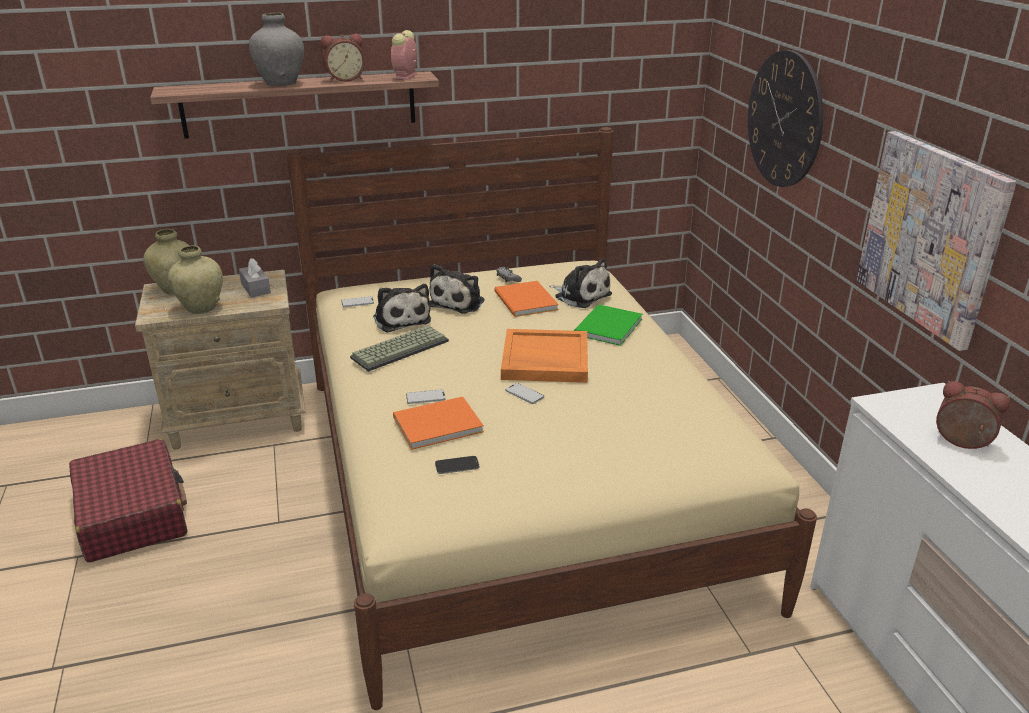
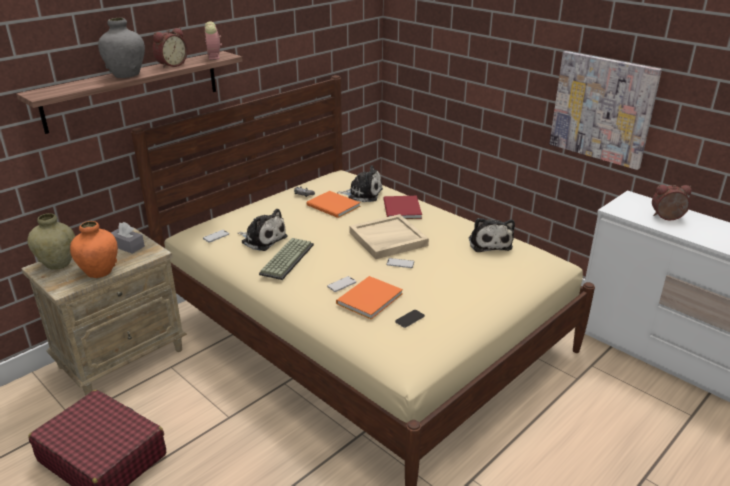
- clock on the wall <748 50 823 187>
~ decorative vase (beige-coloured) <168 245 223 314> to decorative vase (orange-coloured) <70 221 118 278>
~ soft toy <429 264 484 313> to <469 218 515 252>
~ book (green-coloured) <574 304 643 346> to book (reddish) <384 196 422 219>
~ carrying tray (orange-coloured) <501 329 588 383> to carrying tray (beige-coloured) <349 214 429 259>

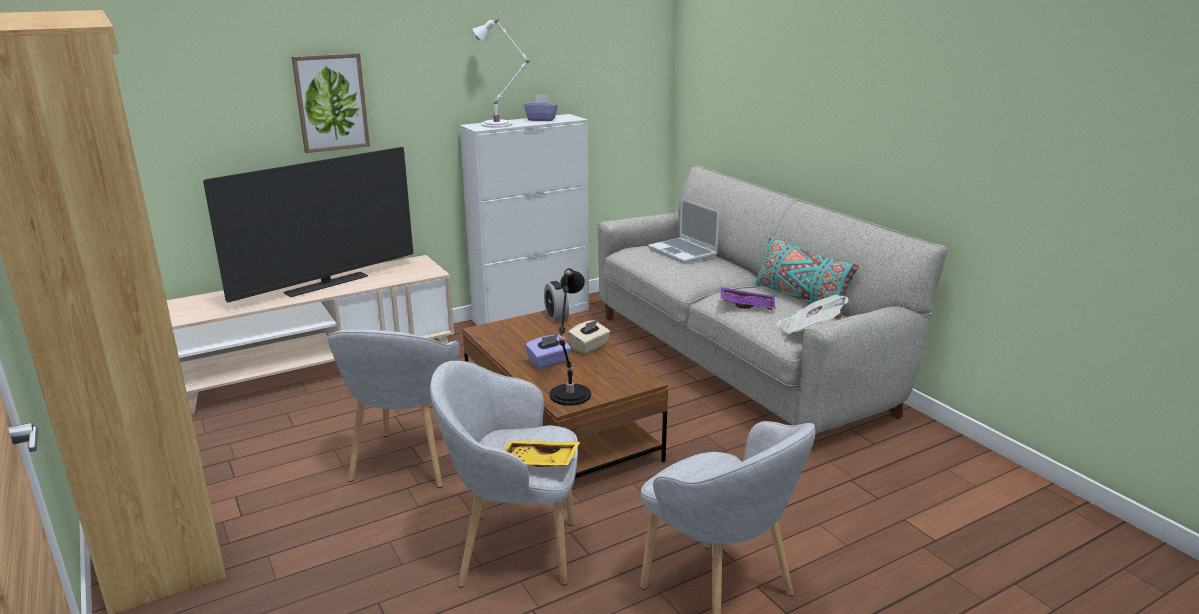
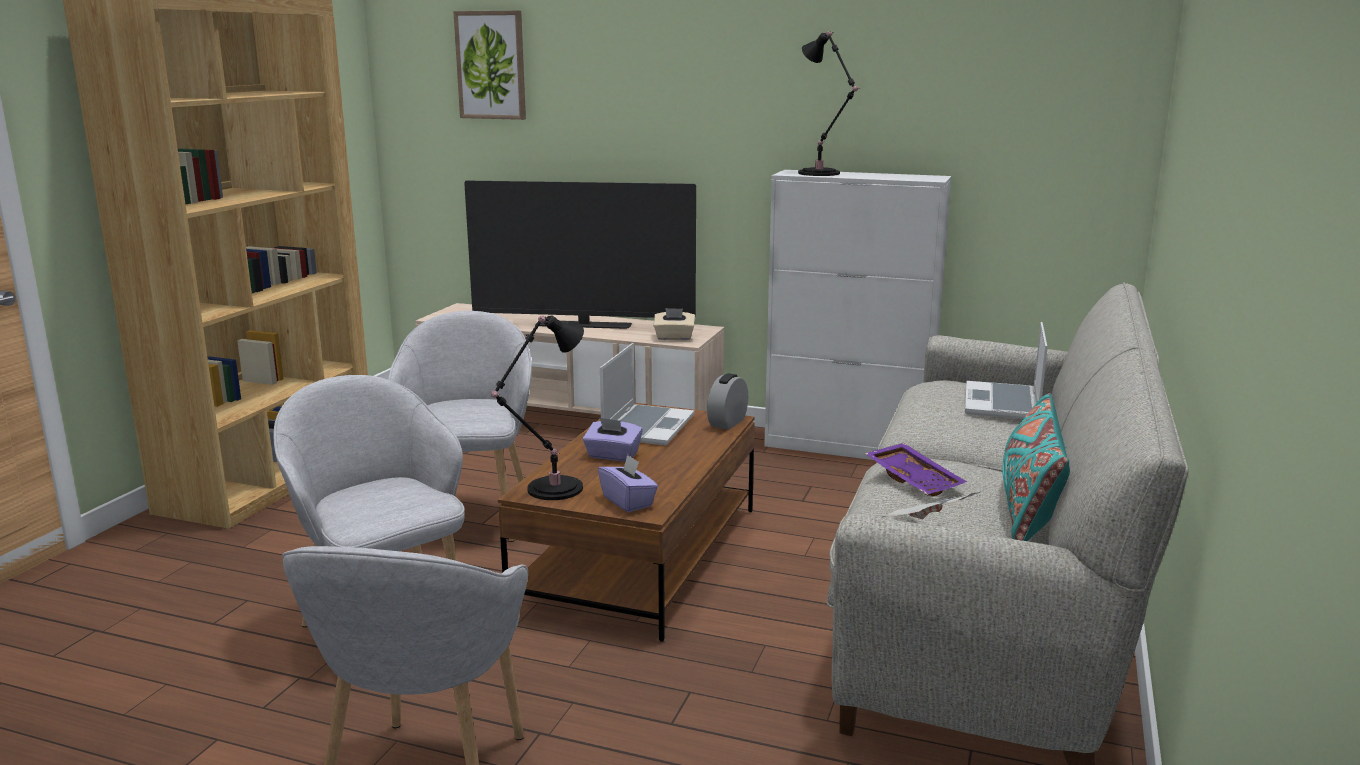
~ tabletop lamp (white-coloured) <473 19 529 128> to tabletop lamp (black-coloured) <798 31 860 176>
~ wall picture <292 53 370 153> to <453 10 526 120>
~ tissue box (purple-coloured) <524 94 558 121> to <598 454 658 512>
~ tissue box (beige-coloured) <568 319 610 354> to <654 308 695 340>
~ armchair (greyish) <328 330 460 488> = <388 311 532 542> 120 degrees clockwise
- carrying tray (yellow-coloured) <504 440 580 467>
+ portable computer <600 343 695 446>

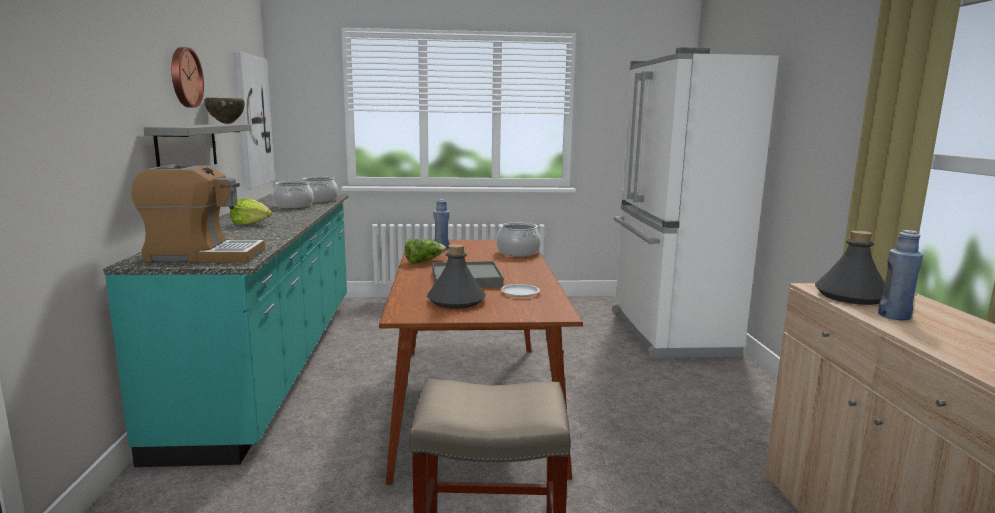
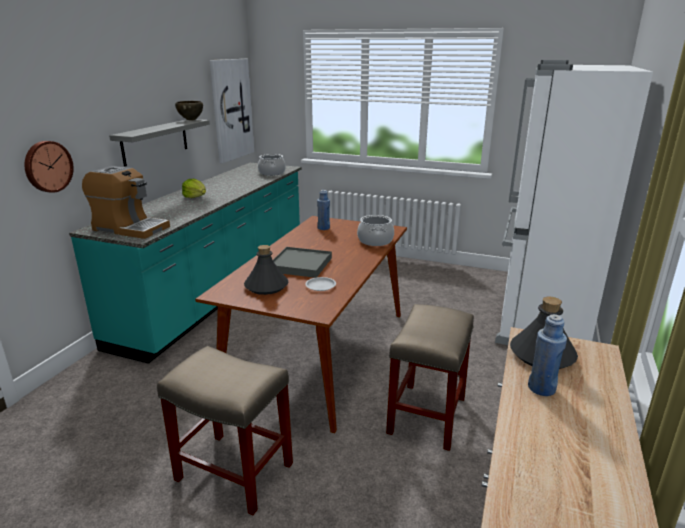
~ clock on the wall <171 47 204 108> to <25 141 74 193>
- stockpot <272 181 313 209>
- lettuce <405 239 446 264>
+ stool (beige-coloured) <386 304 474 451>

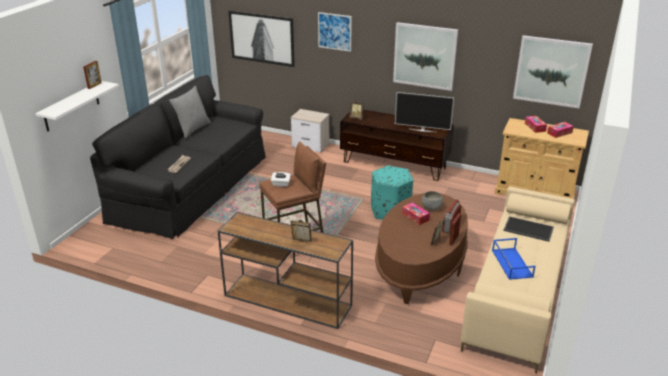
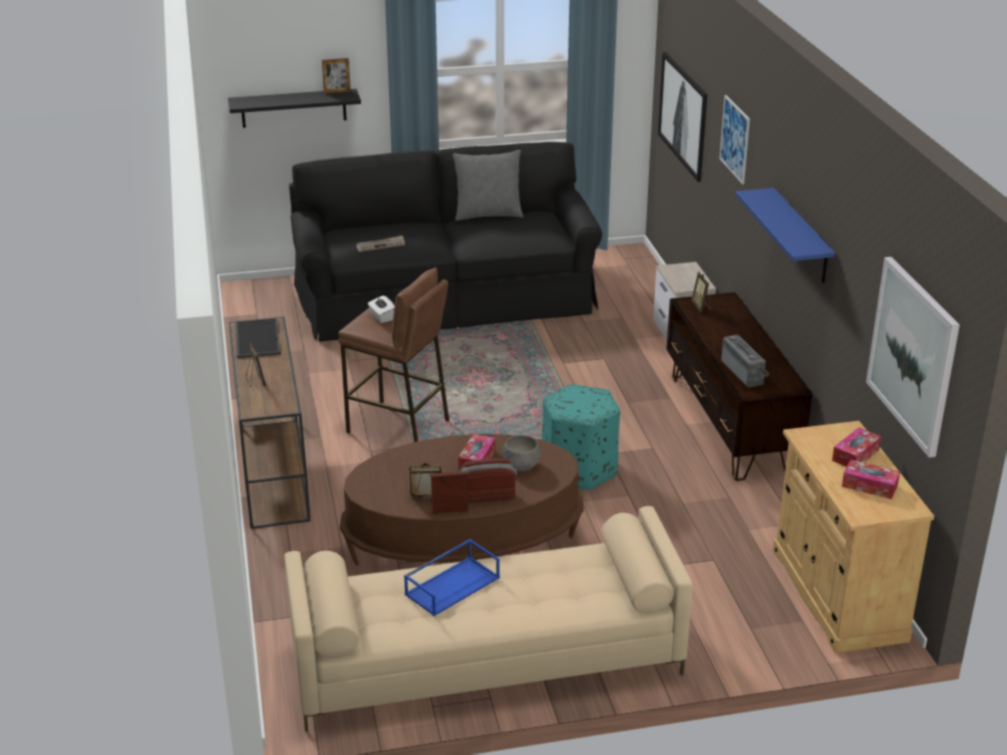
~ wall picture <393 22 458 91> to bracket shelf (blue-coloured) <736 188 835 283>
~ bracket shelf (white-coloured) <35 81 119 132> to bracket shelf (black-coloured) <228 89 361 128>
~ TV set <395 92 454 132> to radio set <721 335 769 387>
~ carrying tray <503 216 554 242> to <235 318 280 358>

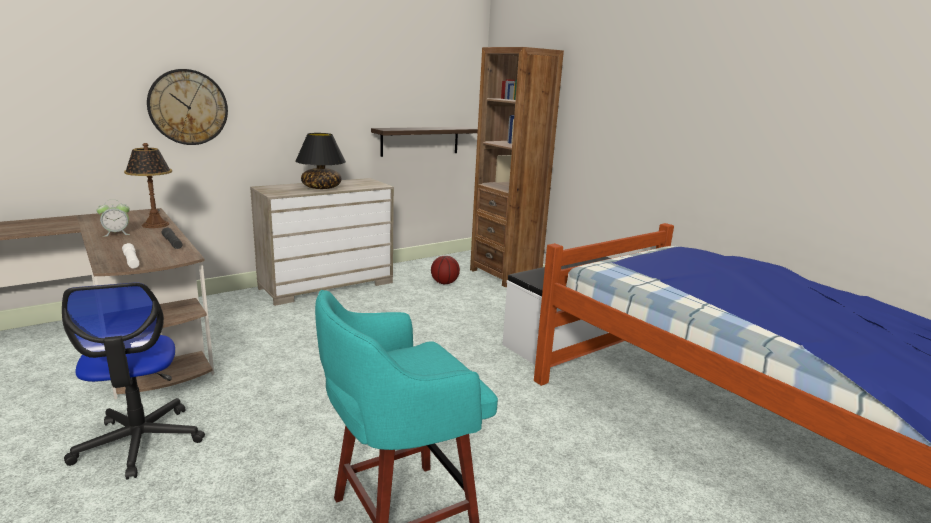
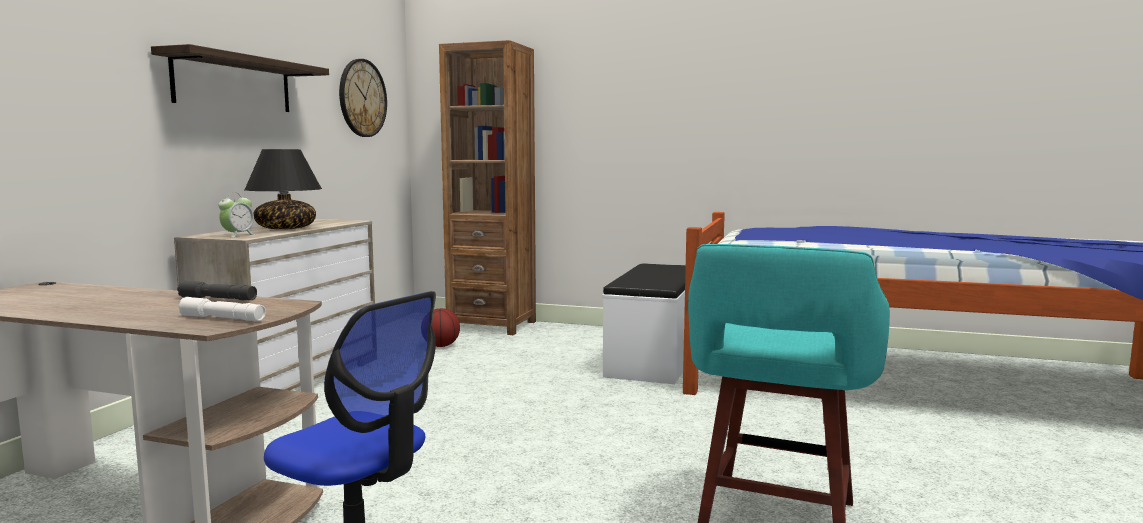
~ clock on the wall <147 69 228 145> to <339 59 387 137>
~ bracket shelf <371 127 478 157> to <151 44 329 112>
- tabletop lamp <124 143 172 228>
~ bedside clock <97 201 130 237> to <218 193 256 237>

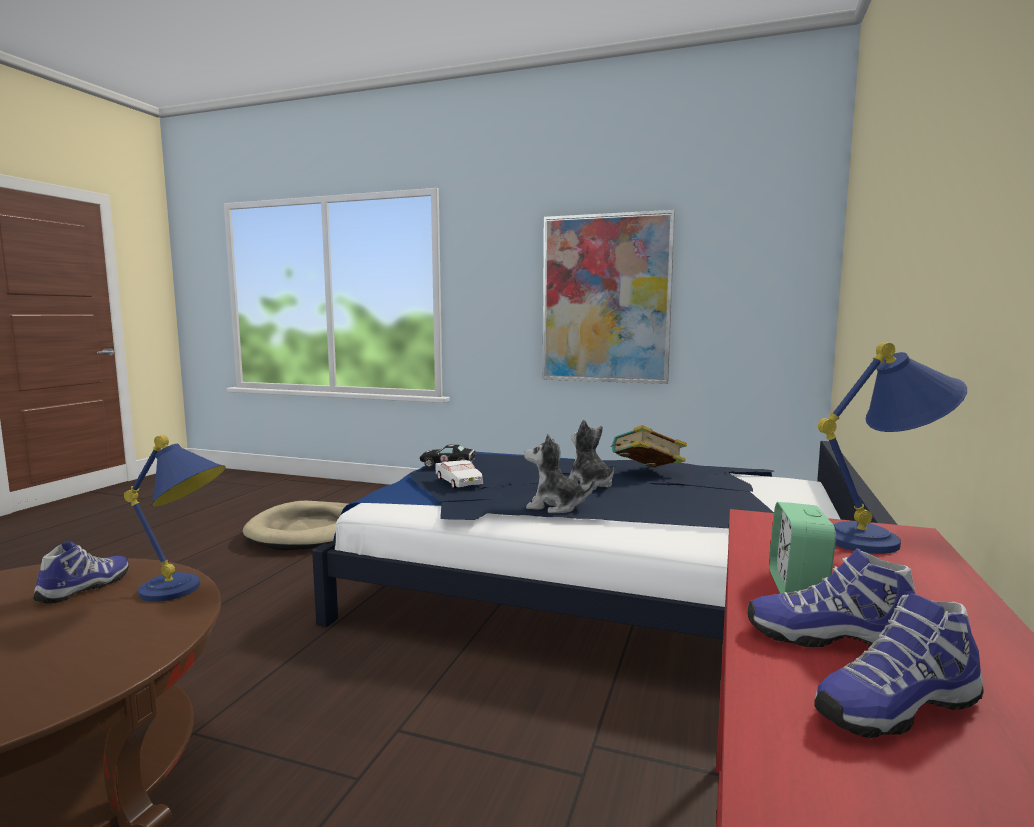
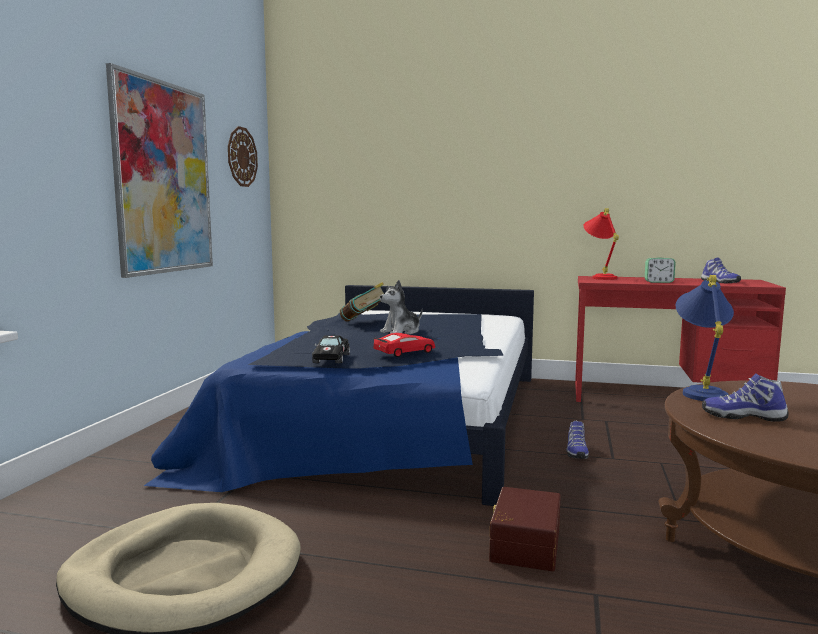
~ tabletop lamp (blue-coloured) <818 343 967 554> to tabletop lamp (reddish) <584 208 619 280>
- soft toy <524 434 595 513>
~ model car (white-coloured) <435 459 483 489> to model car (reddish) <373 333 435 357>
~ shoe <748 549 915 648> to <566 421 589 459>
+ clock on the wall <228 126 258 187>
+ storage bin (brownish) <489 487 561 571>

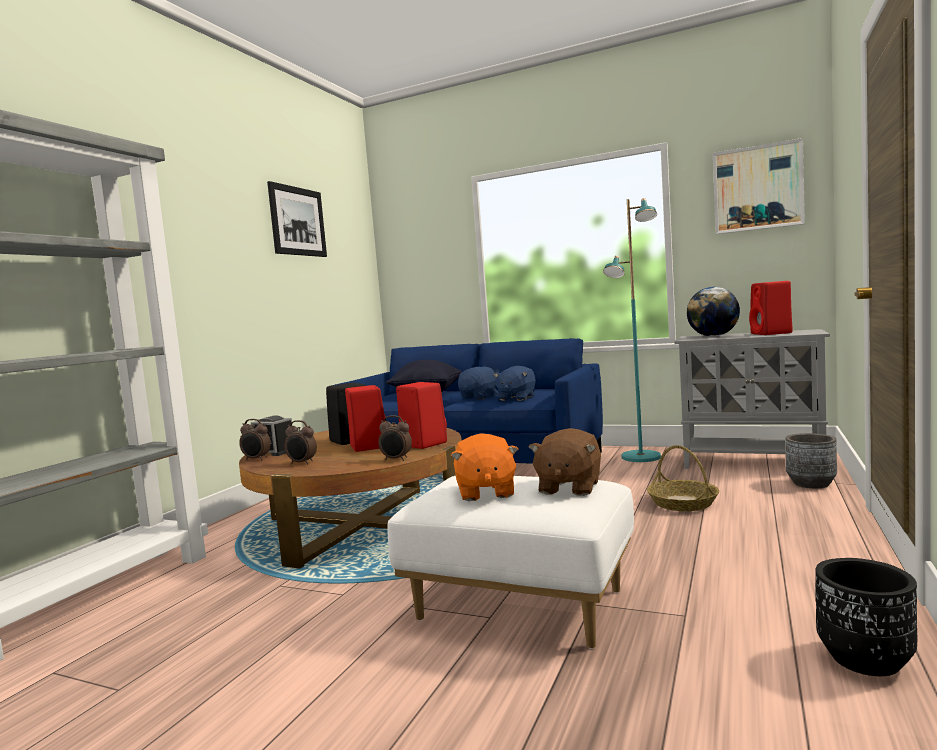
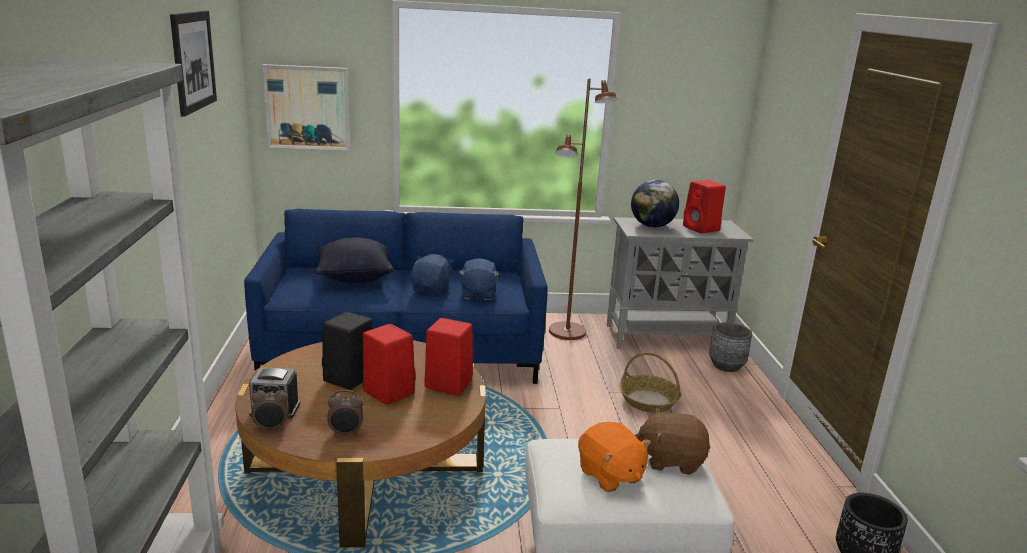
~ wall picture <713 138 805 234> to <262 64 350 150>
~ standing lamp (turquoise) <603 198 661 462> to standing lamp (brownish) <549 79 617 340>
- bedside clock <378 416 412 461>
~ soft toy (brownish) <529 428 601 496> = <635 408 710 475> 105 degrees clockwise

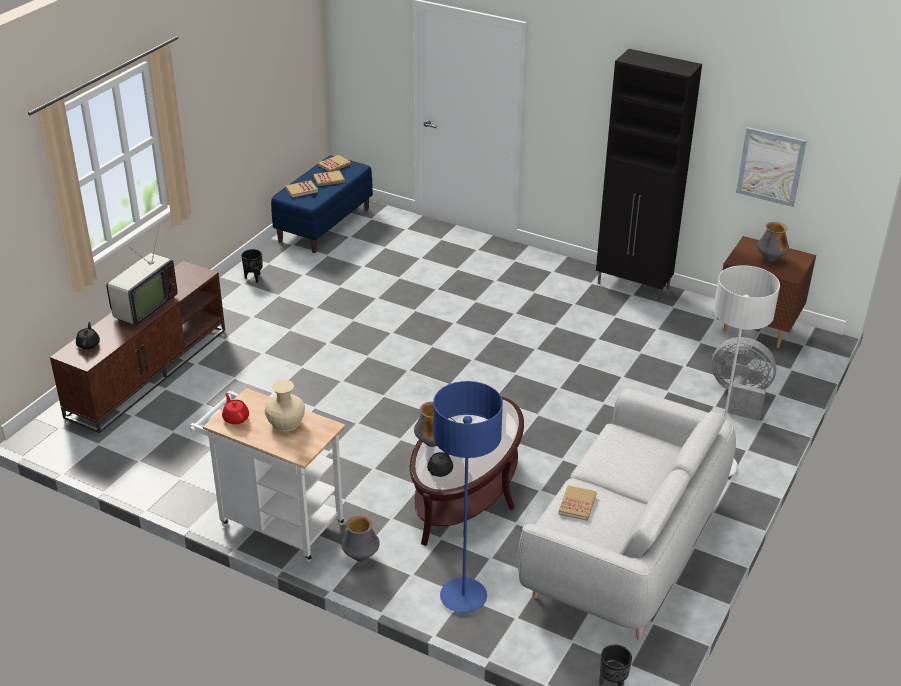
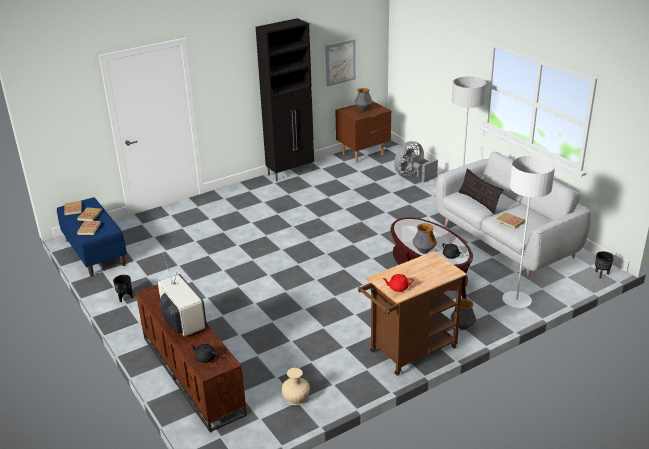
~ decorative vase (beige-coloured) <265 380 305 432> to <281 368 310 405>
~ standing lamp (blue-coloured) <433 381 503 613> to standing lamp (white-coloured) <502 156 555 308>
~ cart (white-coloured) <190 388 346 562> to cart (brownish) <358 251 467 376>
+ throw pillow <458 168 504 214>

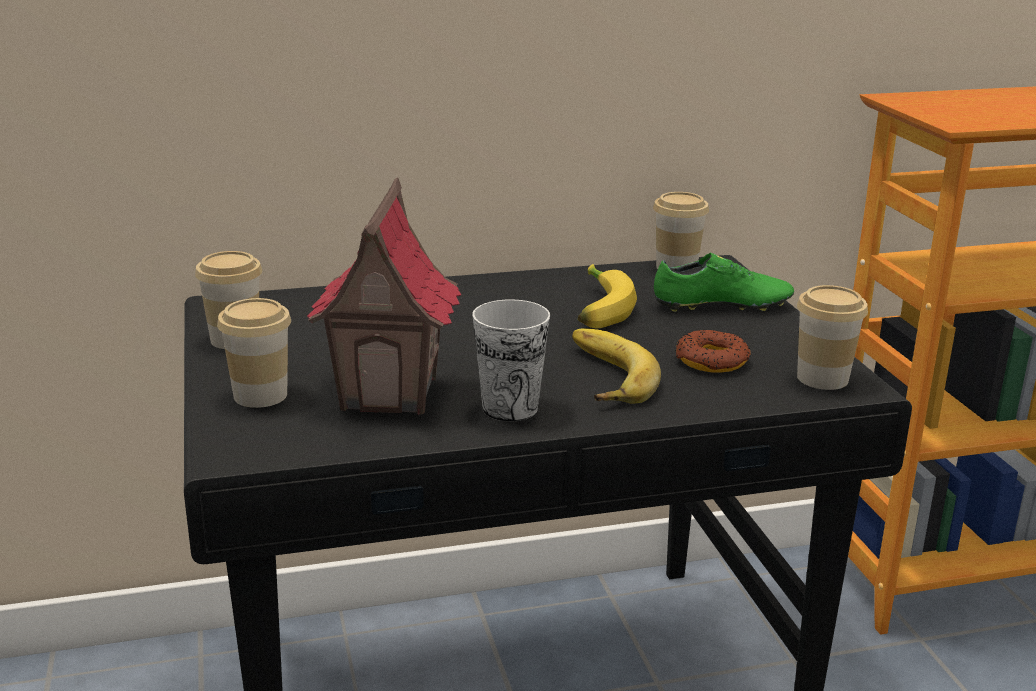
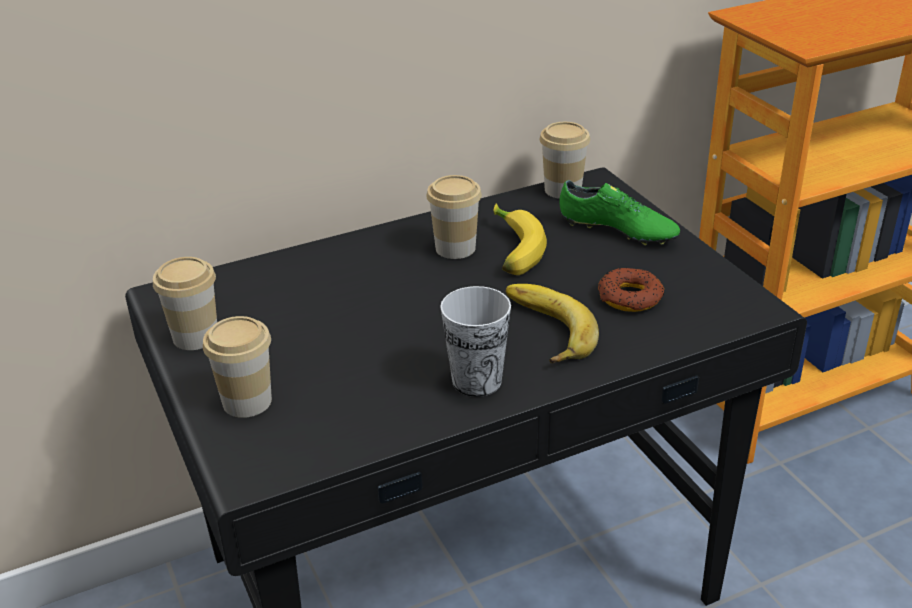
- miniature house <307 177 461 415>
~ shoe (green-coloured) <654 253 794 312> = <559 180 680 246> 45 degrees clockwise
~ drinking cup <797 285 868 390> to <426 175 482 259>

